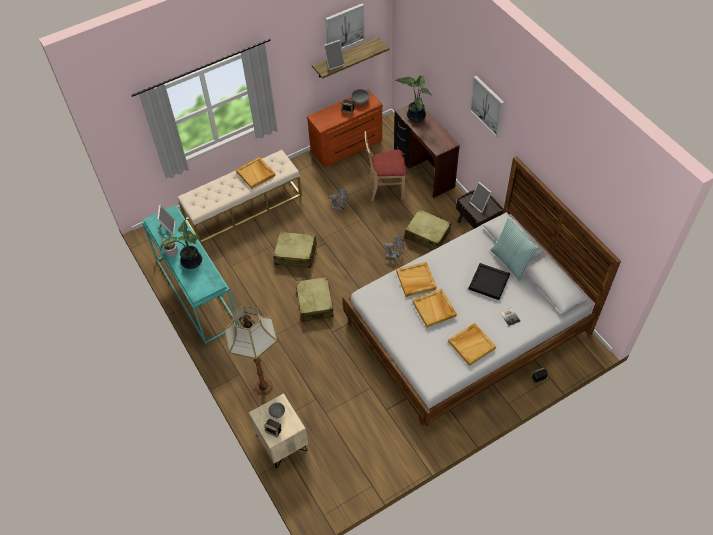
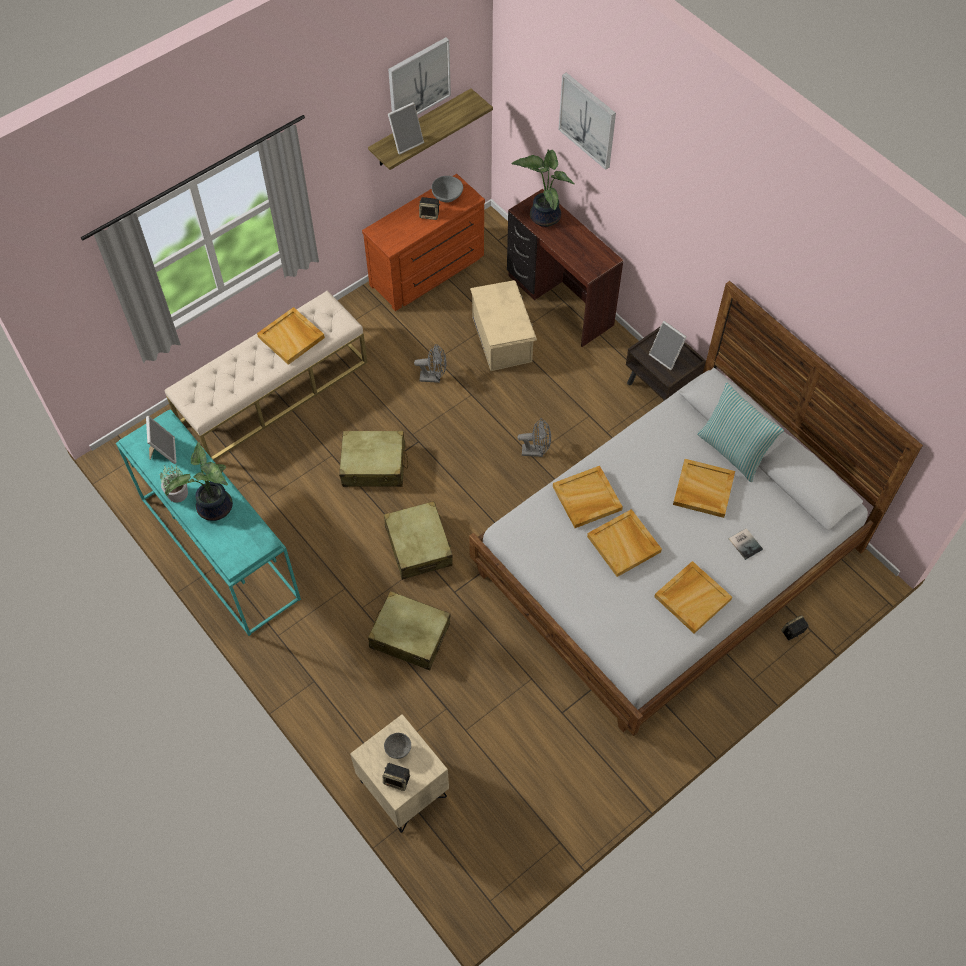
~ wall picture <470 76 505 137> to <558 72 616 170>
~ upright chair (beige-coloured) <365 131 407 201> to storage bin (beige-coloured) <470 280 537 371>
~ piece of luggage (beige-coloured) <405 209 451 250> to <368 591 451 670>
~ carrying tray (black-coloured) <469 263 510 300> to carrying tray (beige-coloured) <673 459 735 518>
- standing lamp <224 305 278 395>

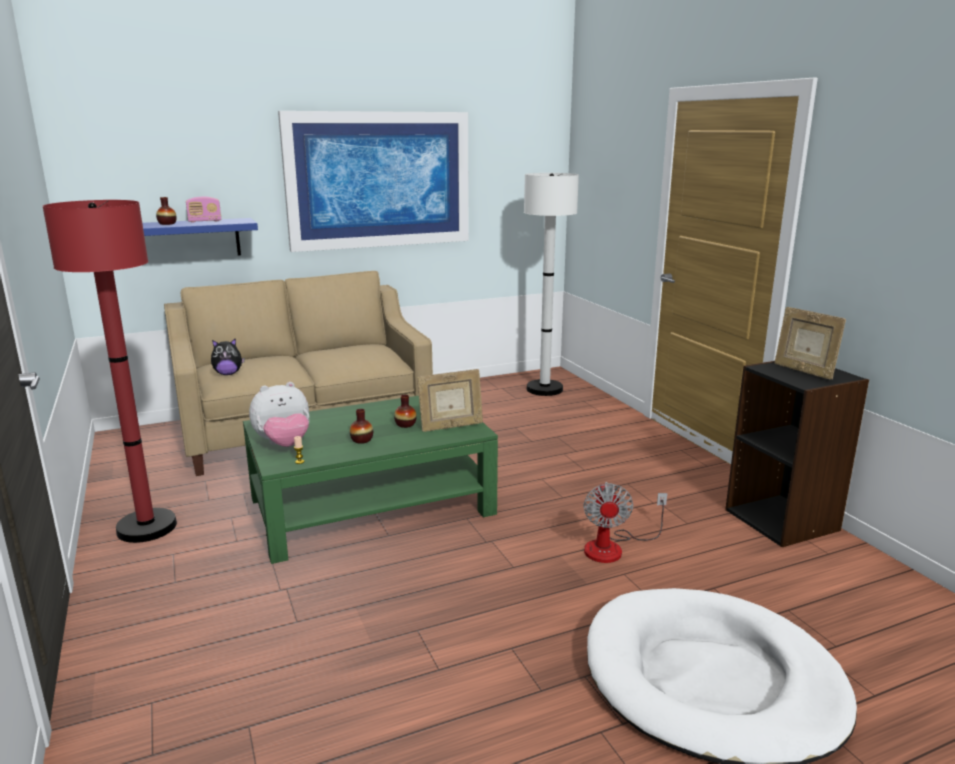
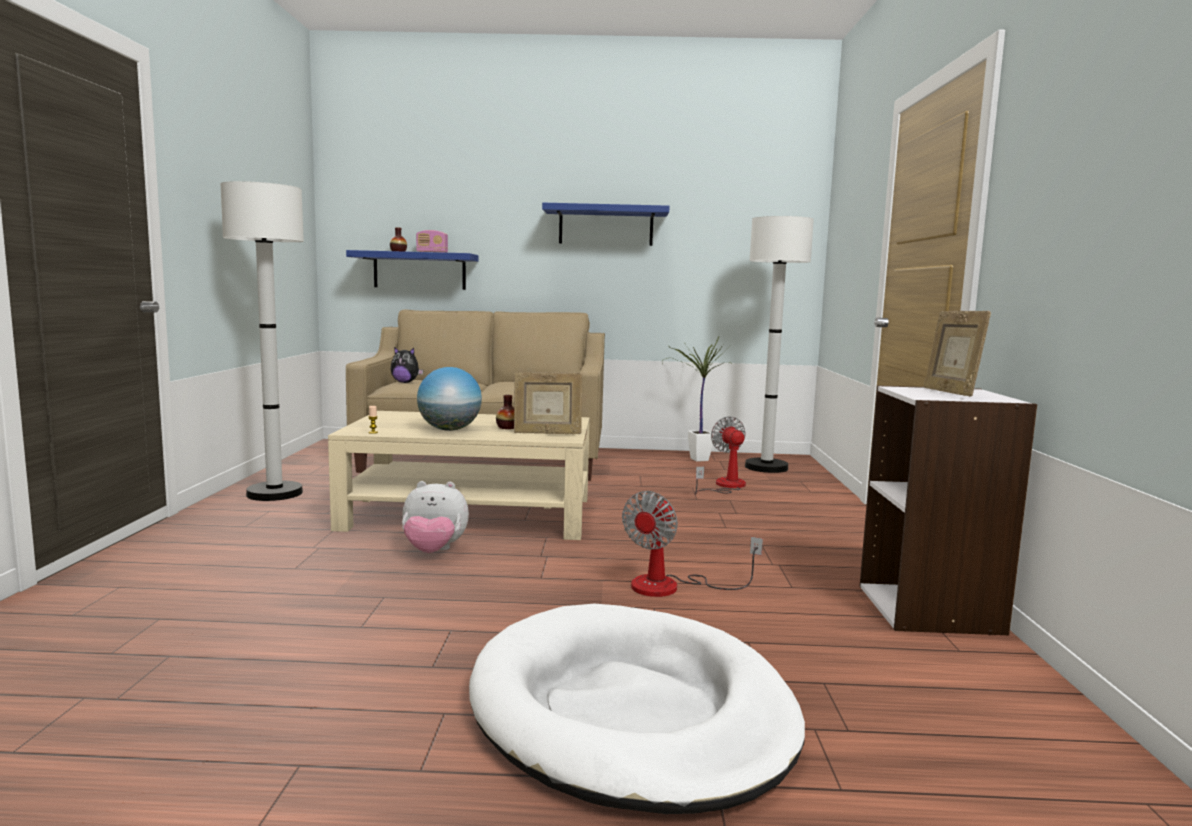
~ wall picture <278 111 469 252> to bracket shelf (blue-coloured) <542 203 670 246>
~ standing lamp (reddish) <42 200 177 543> to standing lamp (white-coloured) <220 181 304 501>
~ shelving unit (black-coloured) <725 361 869 547> to shelving unit (white-coloured) <859 385 1037 635>
~ soft toy <249 382 309 447> to <402 481 469 553>
~ low table (green-coloured) <243 396 498 564> to low table (beige-coloured) <328 411 590 540>
~ decorative vase <350 409 373 444> to globe <417 367 482 431>
+ potted plant <662 337 730 462>
+ fan <695 416 746 495>

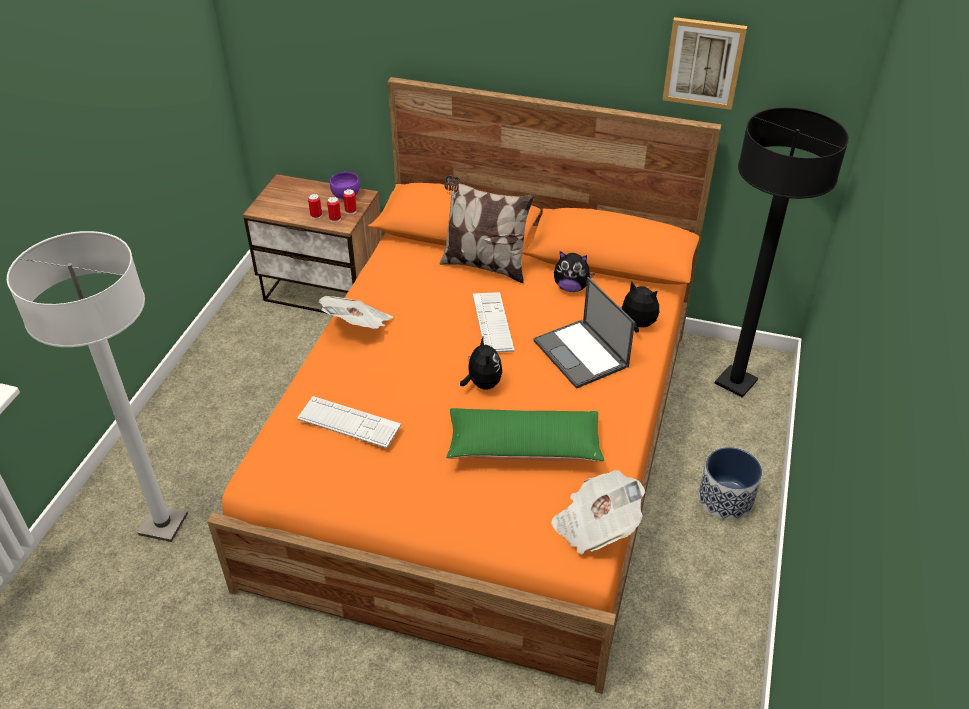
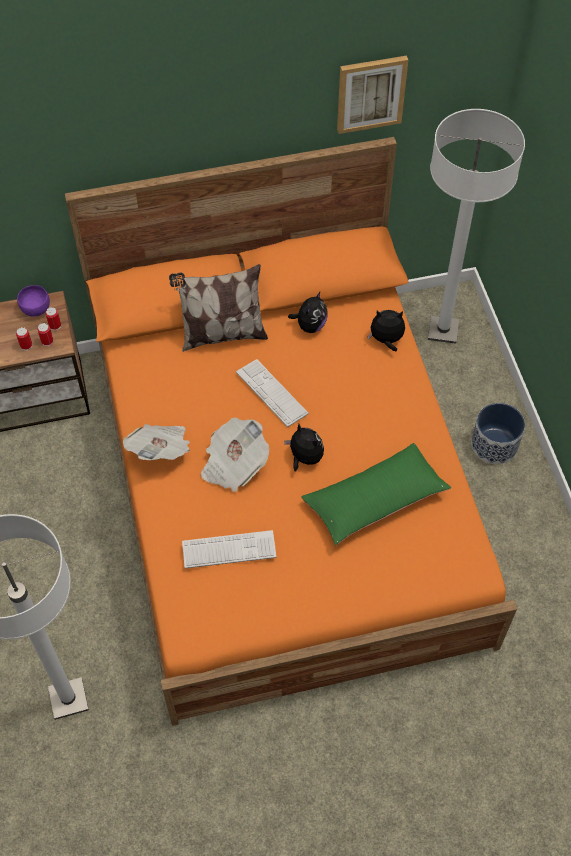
~ standing lamp (black-coloured) <714 107 849 397> to standing lamp (white-coloured) <428 109 525 344>
~ soft toy <554 251 595 292> = <288 291 328 333> 45 degrees counterclockwise
- portable computer <533 277 635 389>
~ printed paper <551 470 645 555> to <201 418 269 492>

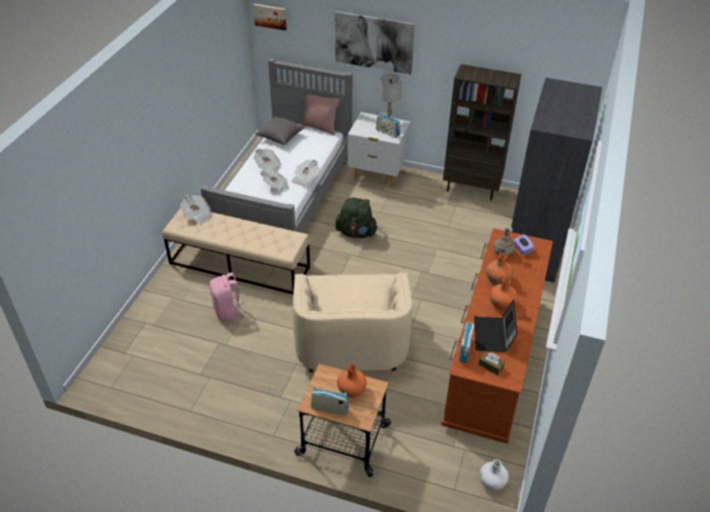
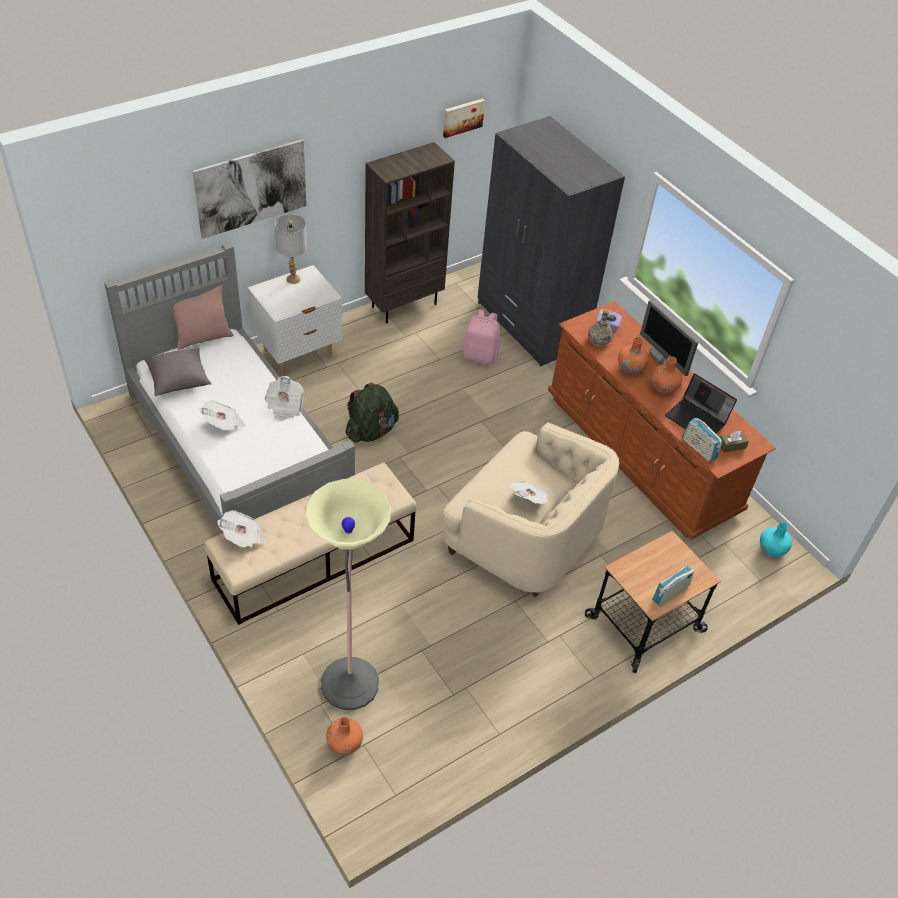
~ wall picture <253 4 287 31> to <443 99 485 138>
- radio set <376 112 400 138>
~ printed paper <260 169 289 190> to <509 481 550 504>
~ knapsack (pinkish) <210 272 247 321> to <463 309 500 365>
~ decorative vase (orange-coloured) <337 364 367 397> to <326 717 363 755>
~ decorative vase (white-coloured) <479 459 509 491> to decorative vase (turquoise) <760 522 792 557>
+ monitor <640 300 698 376>
+ standing lamp <305 479 391 710>

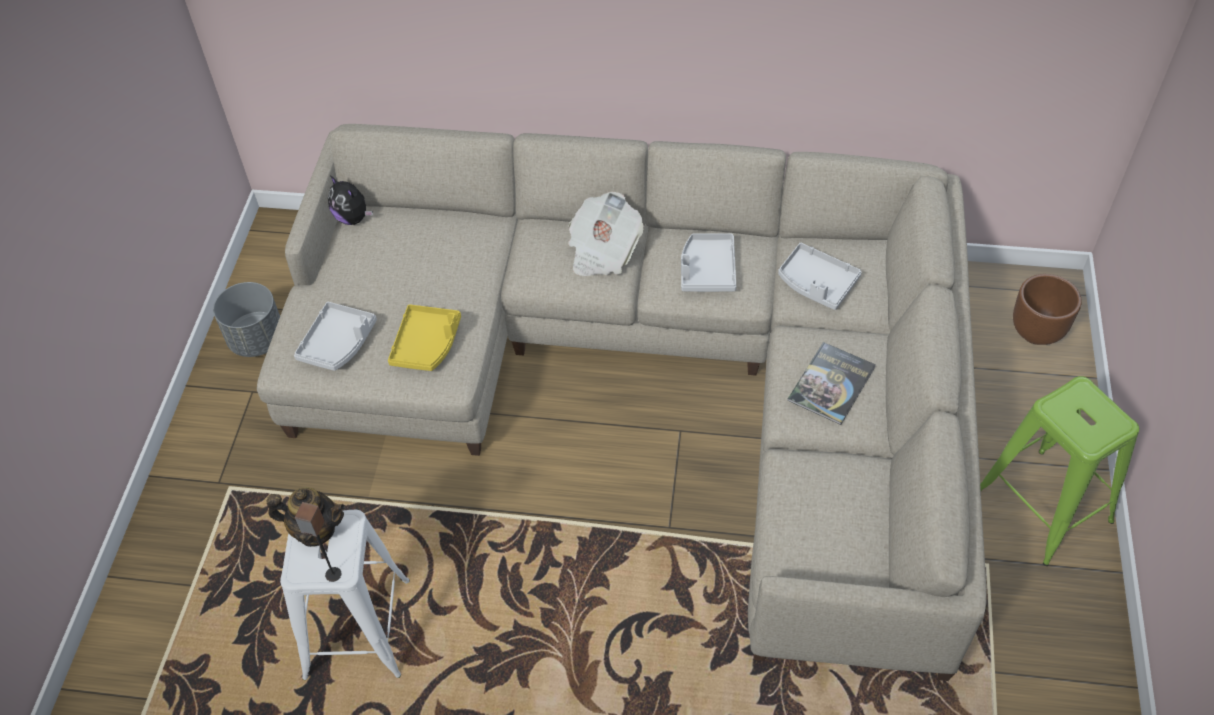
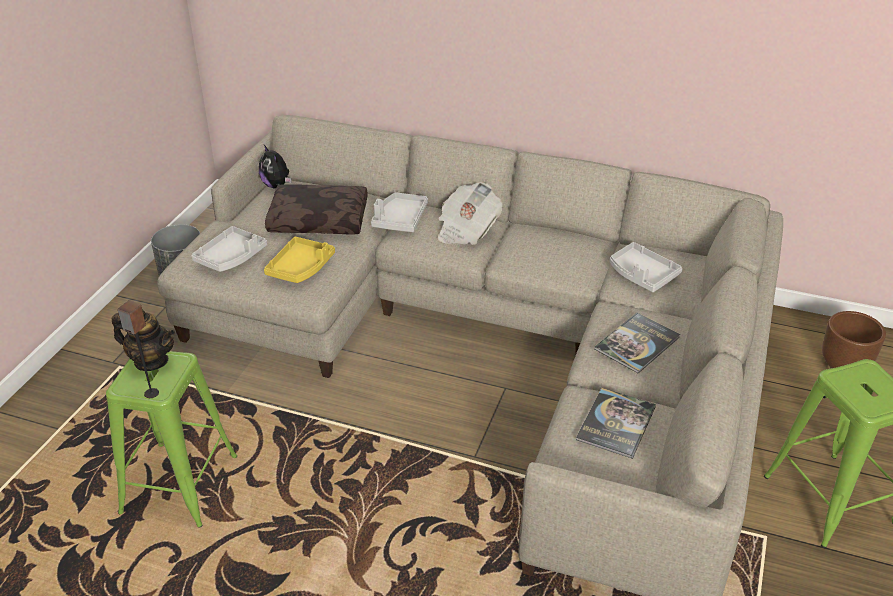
~ carrying tray (greyish) <681 234 736 292> to <371 192 428 232>
~ stool (white-coloured) <280 510 410 680> to stool (green-coloured) <106 351 237 528>
+ throw pillow (brownish) <265 184 368 234>
+ book <576 388 656 459>

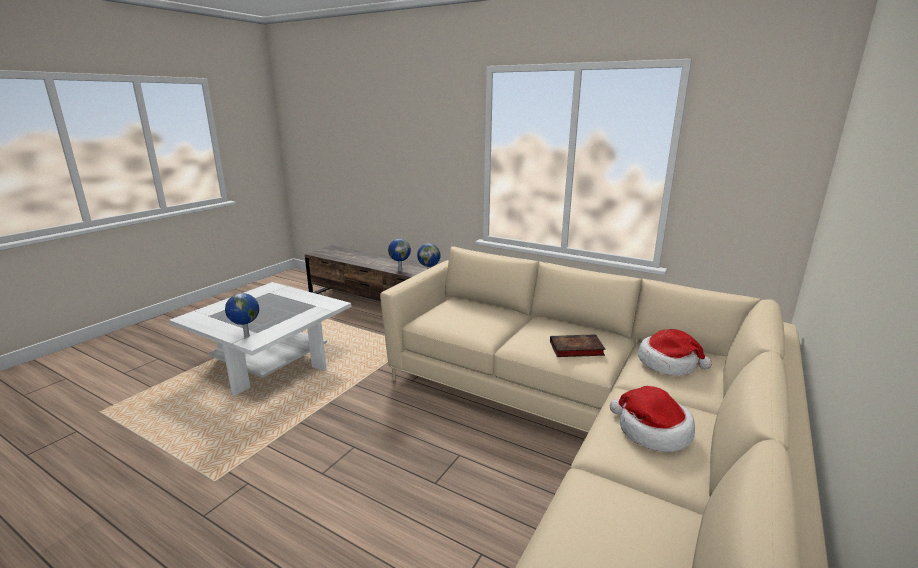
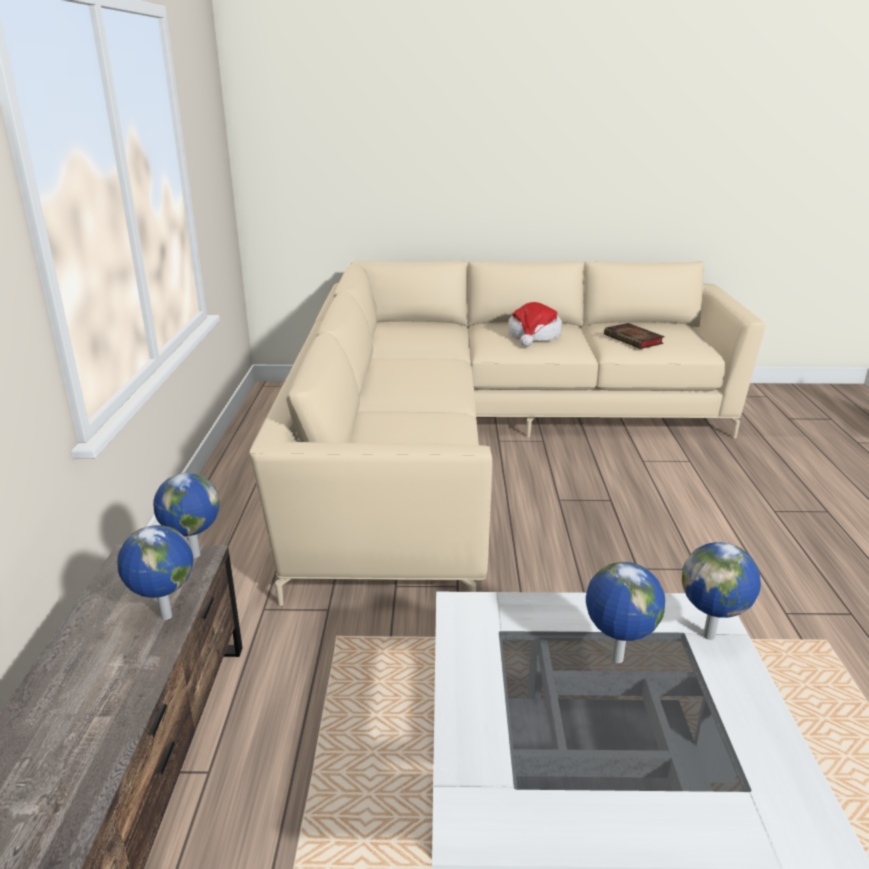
- hat <638 329 712 376>
~ book <550 334 606 357> to <604 323 665 349>
+ globe <586 562 665 663>

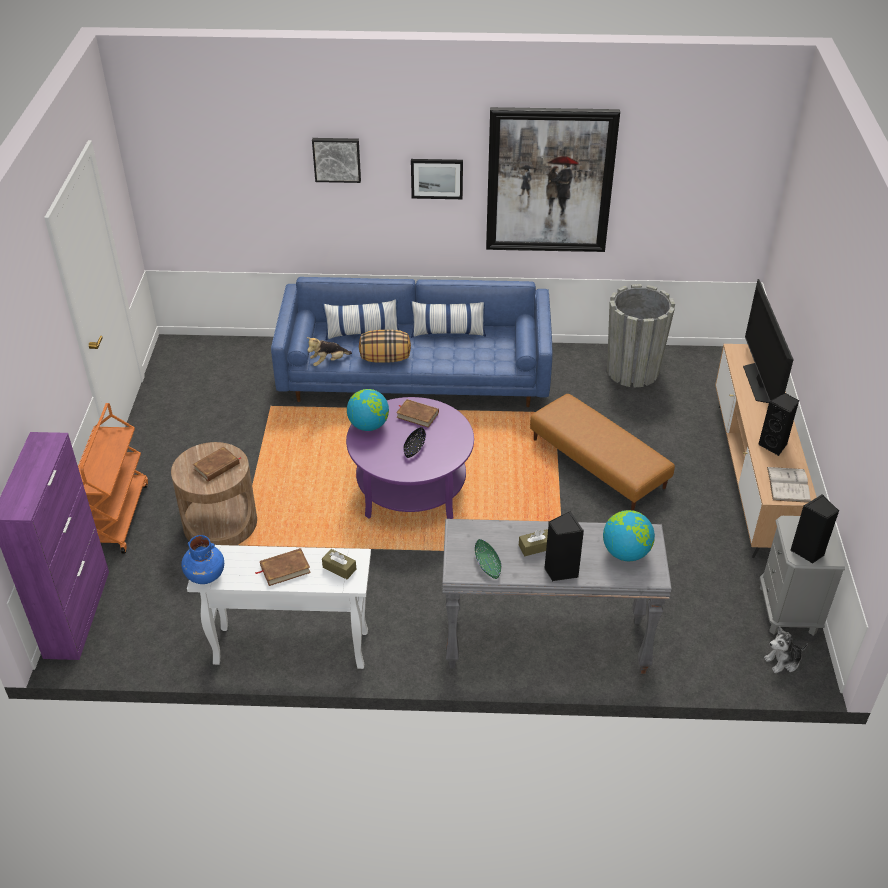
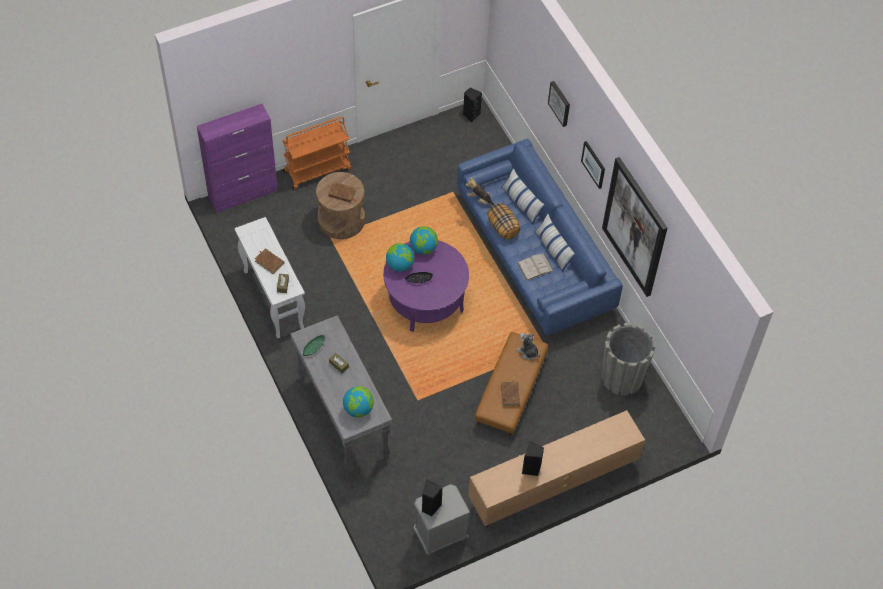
- TV set <743 279 794 403>
~ book (brownish) <396 399 439 428> to <501 380 520 406>
~ book (white-coloured) <767 467 811 503> to <517 254 553 280>
~ audio speaker (black-coloured) <544 511 584 581> to <463 88 482 123>
- decorative vase (blue-coloured) <181 535 224 584>
~ soft toy <764 626 808 673> to <517 332 540 360>
+ globe <386 243 414 272>

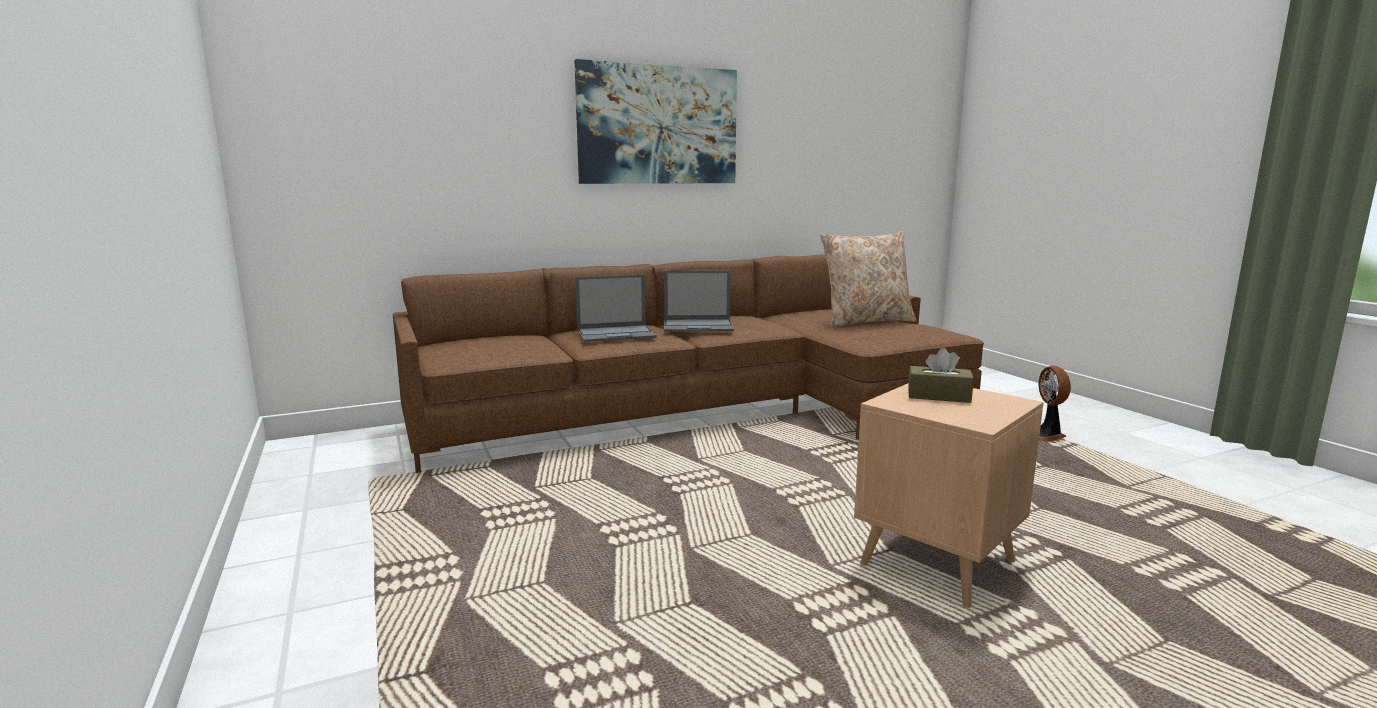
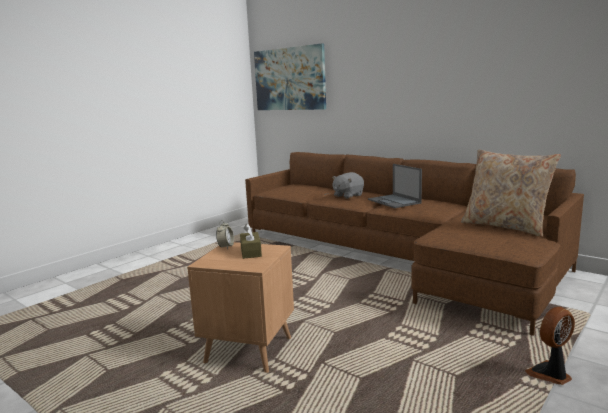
~ wall picture <574 59 737 184> to <254 44 326 110>
~ portable computer <575 274 657 342> to soft toy (greyish) <332 172 364 199>
+ bedside clock <216 220 234 249>

